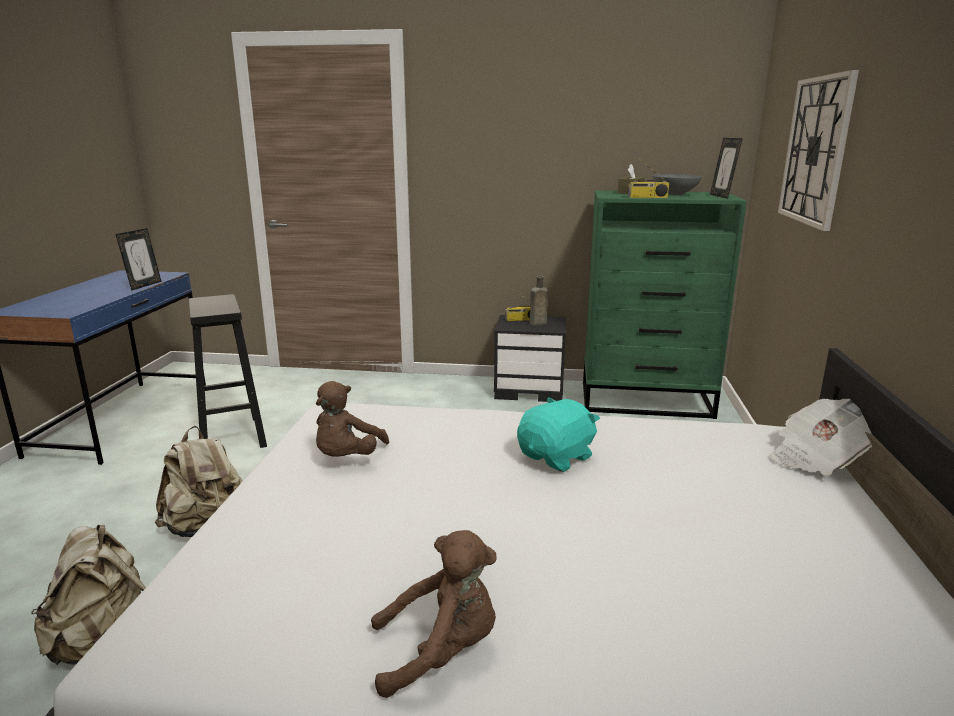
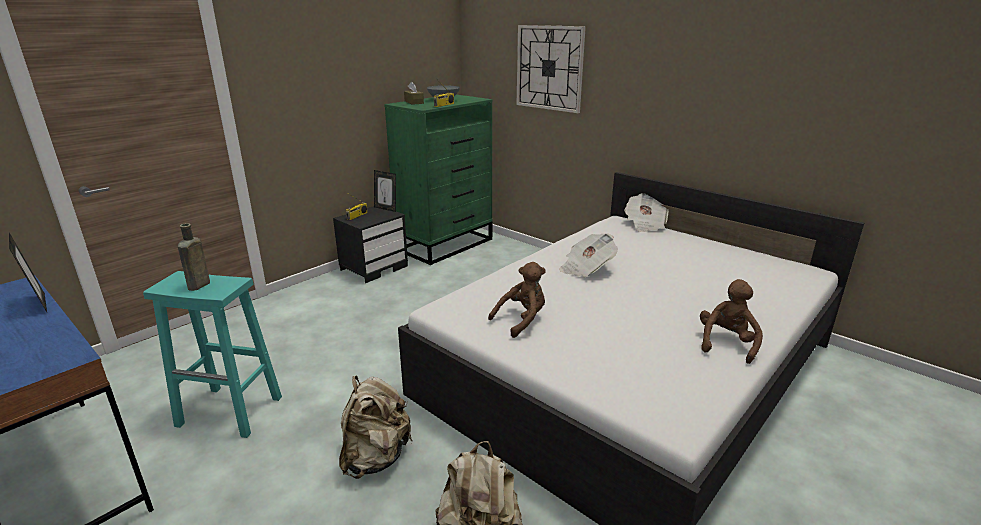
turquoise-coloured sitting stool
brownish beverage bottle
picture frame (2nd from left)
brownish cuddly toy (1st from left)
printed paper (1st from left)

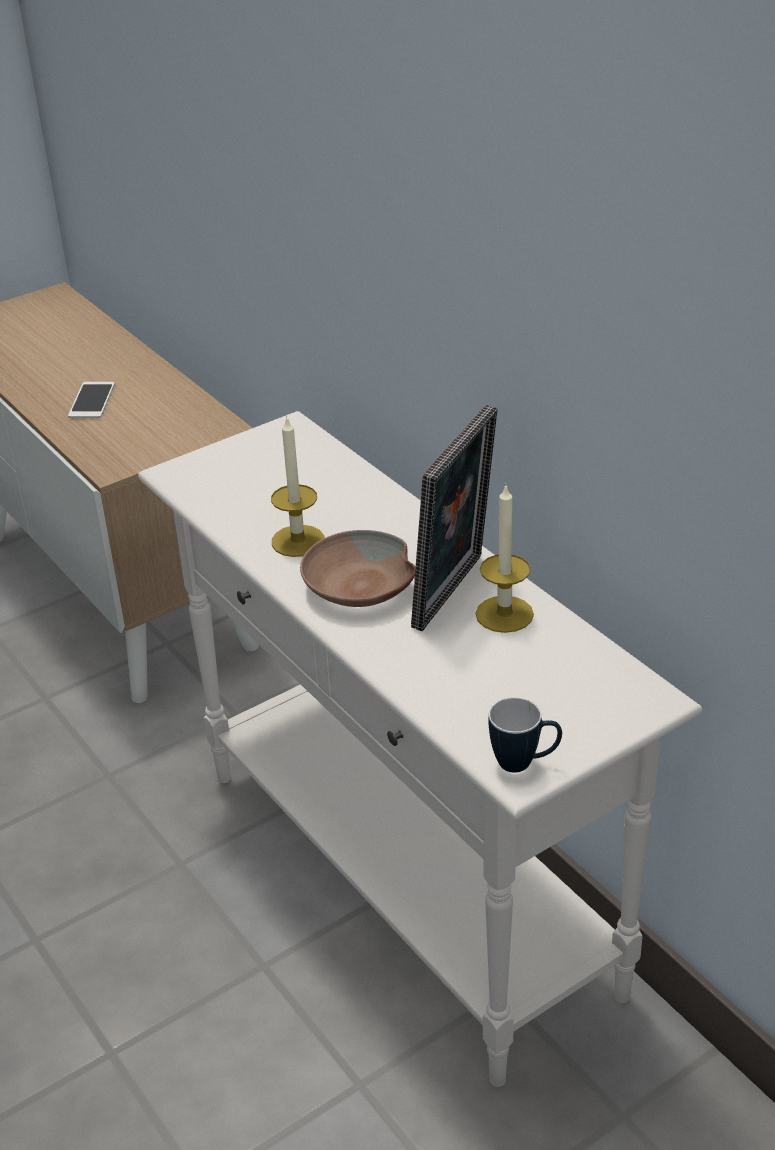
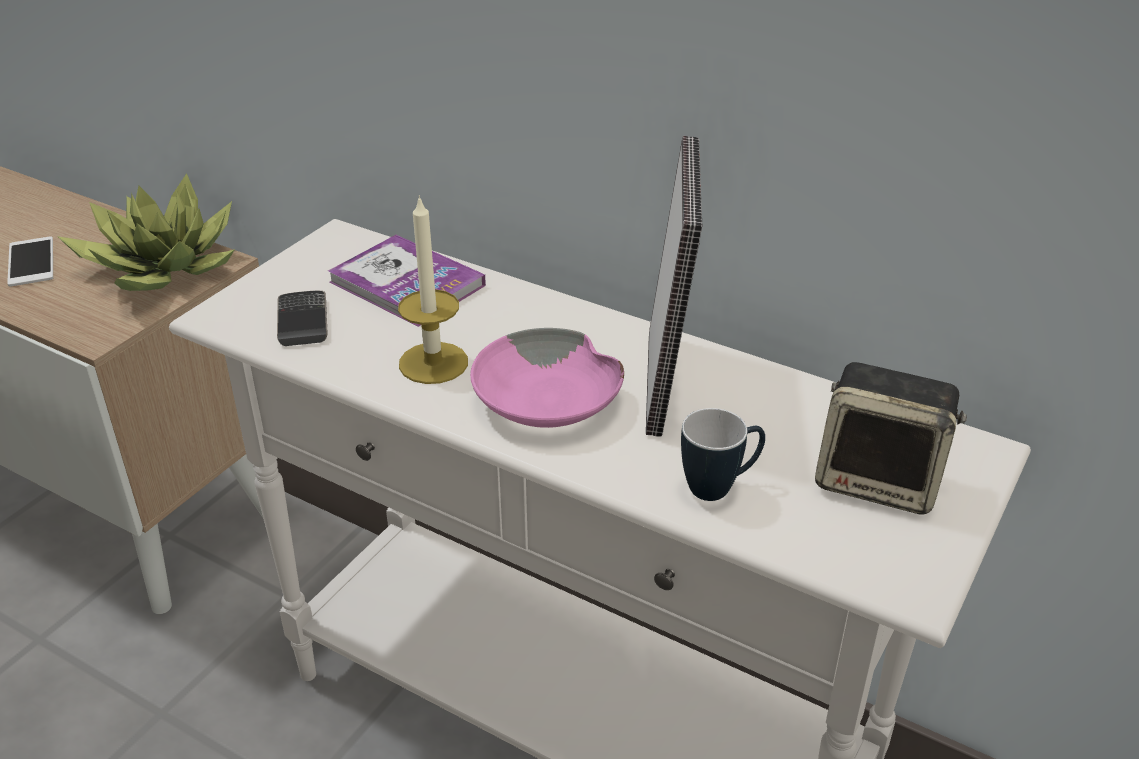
houseplant
telephone (2nd from left)
book
pink serving bowl
mug
loudspeaker
wax light (2nd from left in the first image)

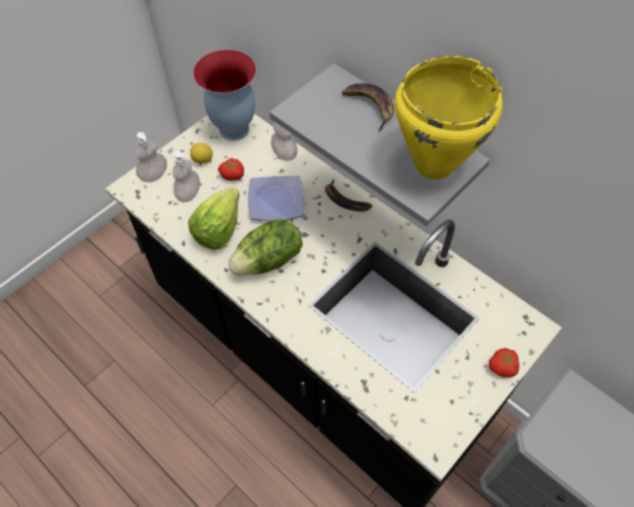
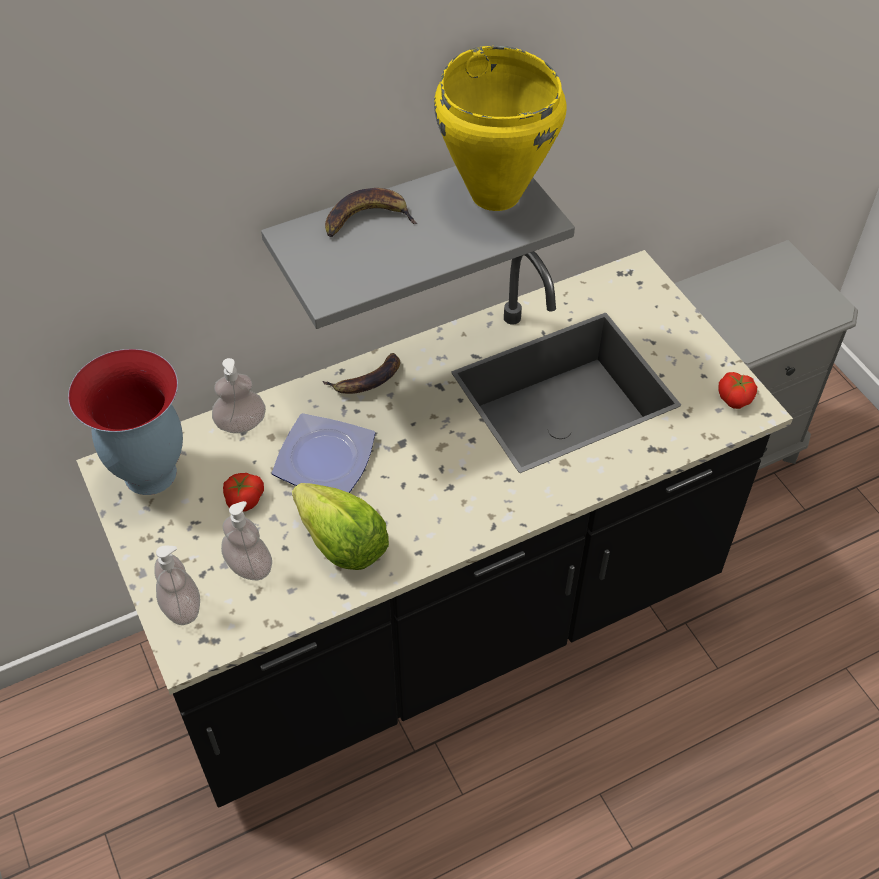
tomato (2nd from left)
lemon
lettuce (2nd from left in the first image)

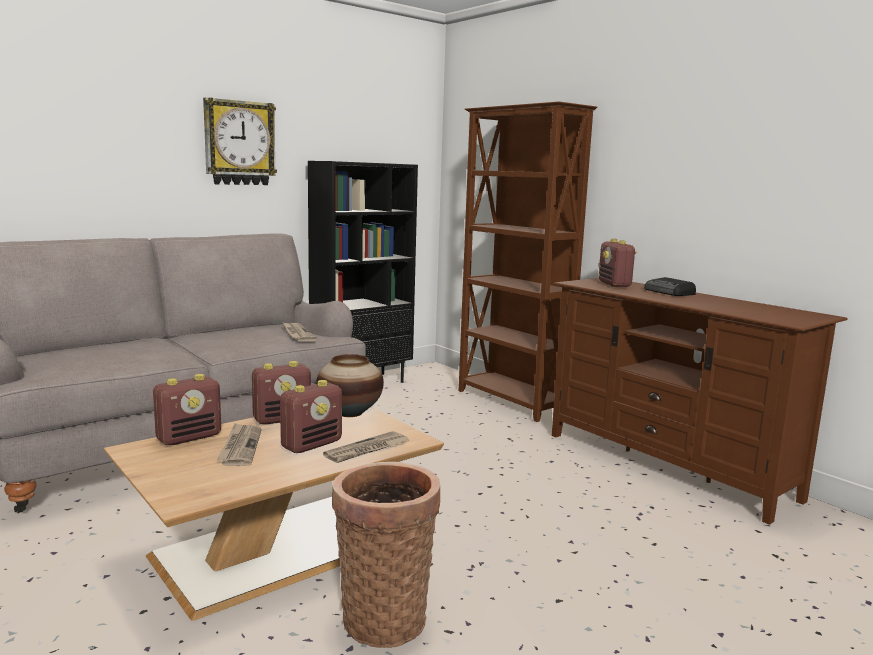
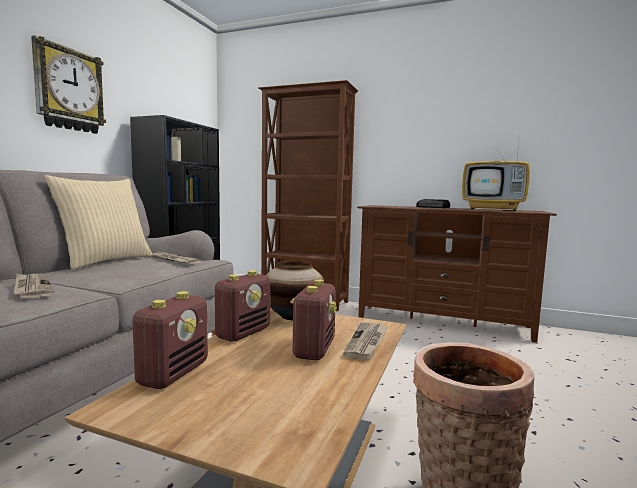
printed paper (1st from left)
sand-coloured throw pillow
TV
radio receiver (4th from left in the first image)

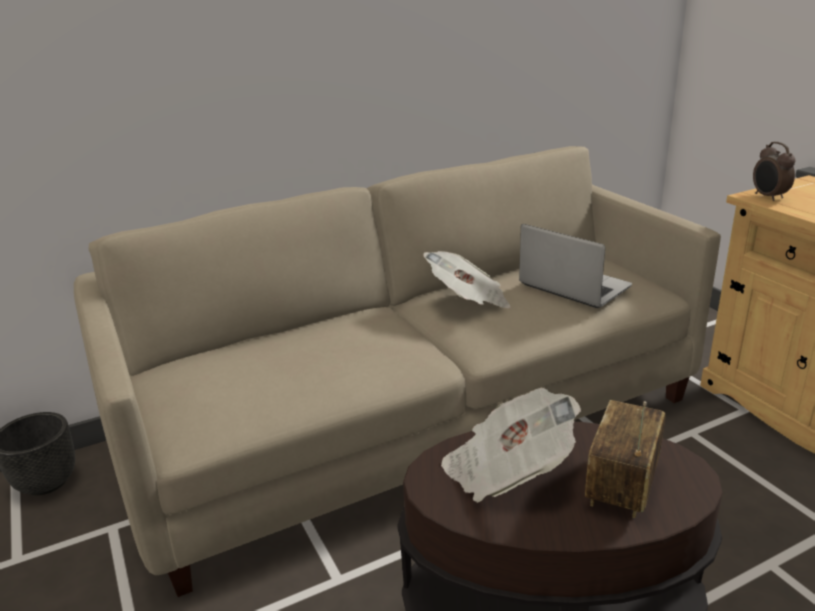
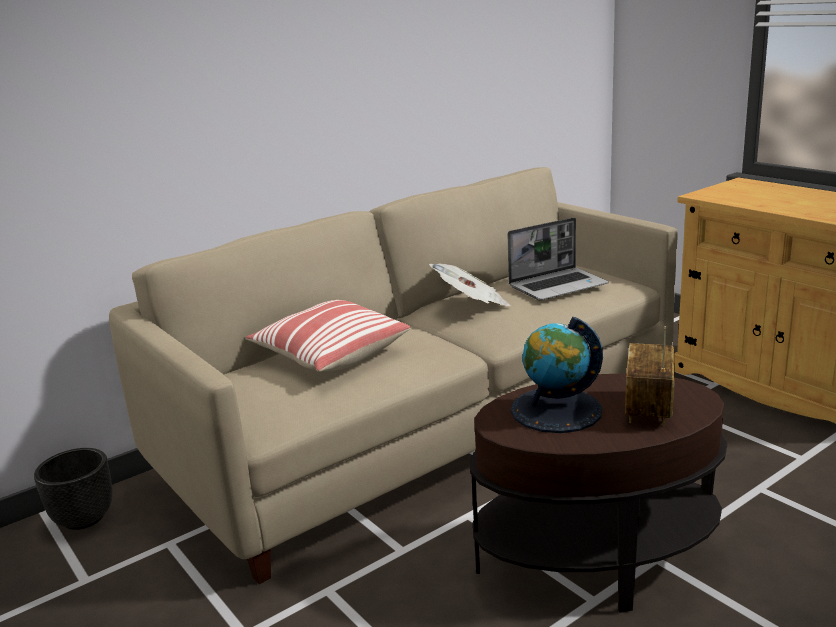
throw pillow
laptop
desk globe
bedside clock

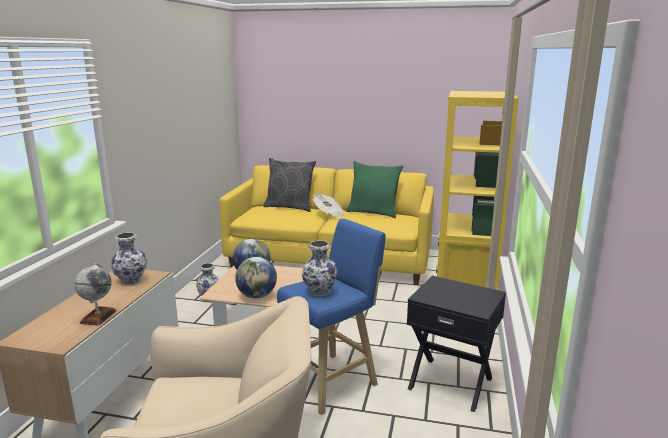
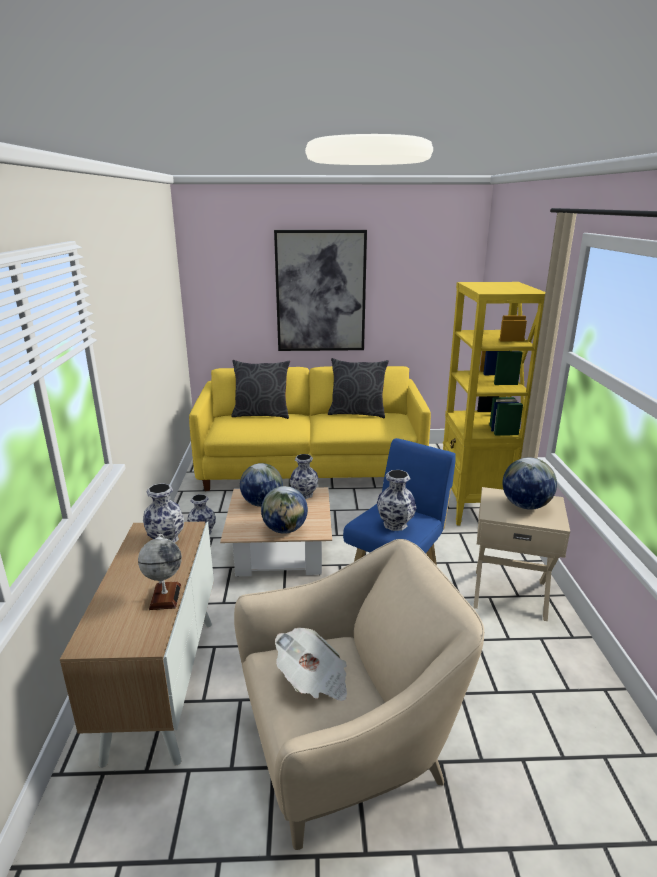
picture
printed paper
vase (3rd from left)
grey throw pillow (2nd from left)
sand-coloured end table
desk globe (4th from left)

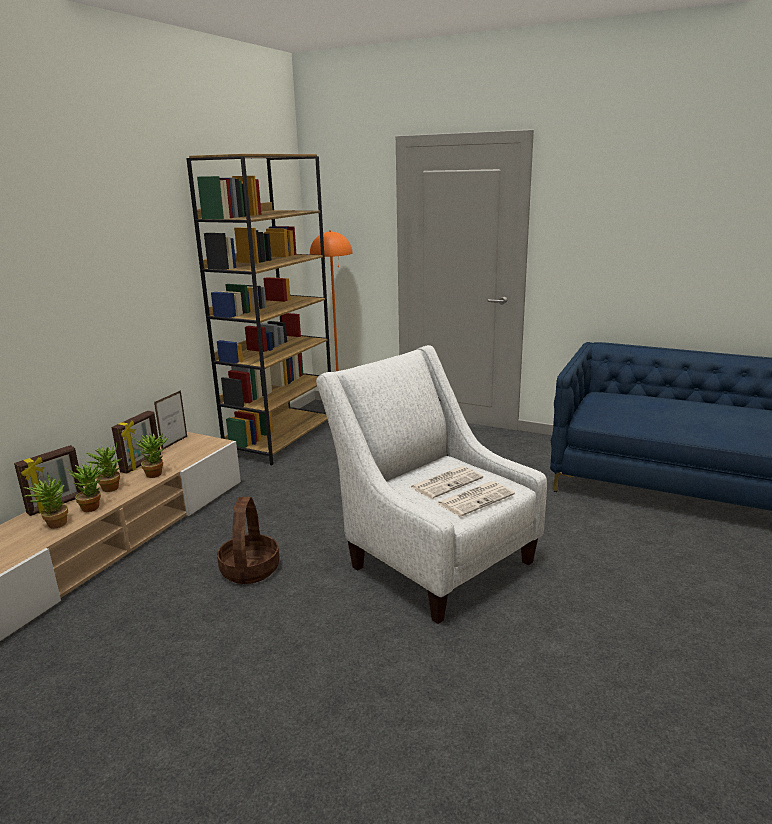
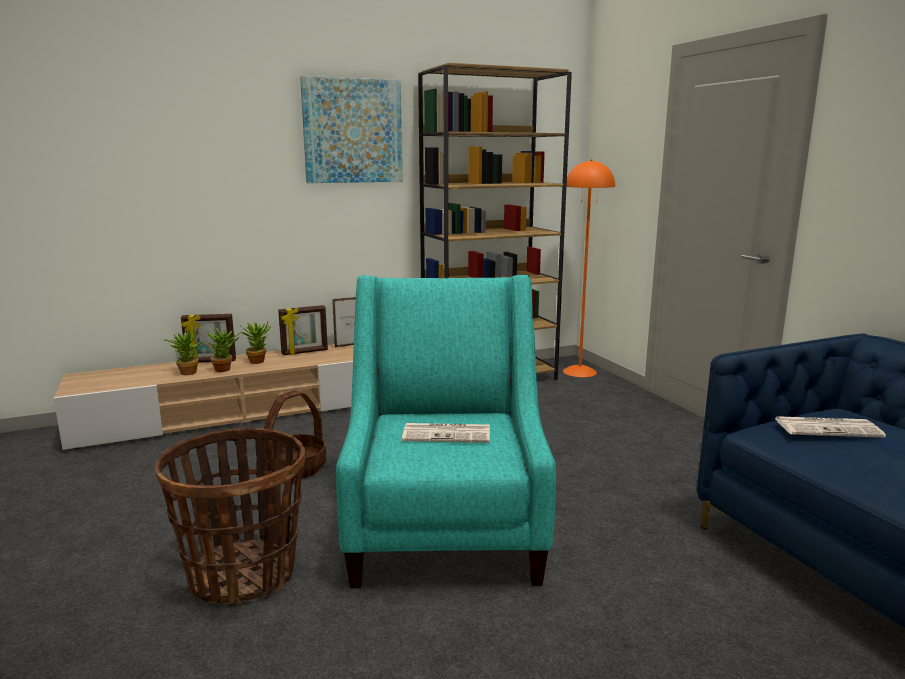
household basket (1st from left)
picture
turquoise-coloured armchair
printed paper (2nd from left)
houseplant (4th from left in the first image)

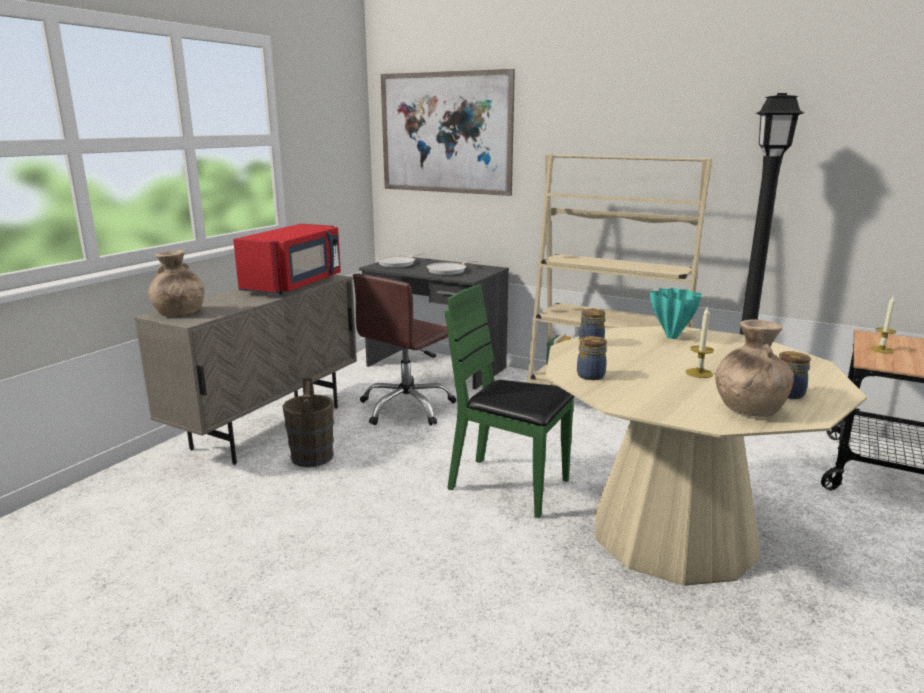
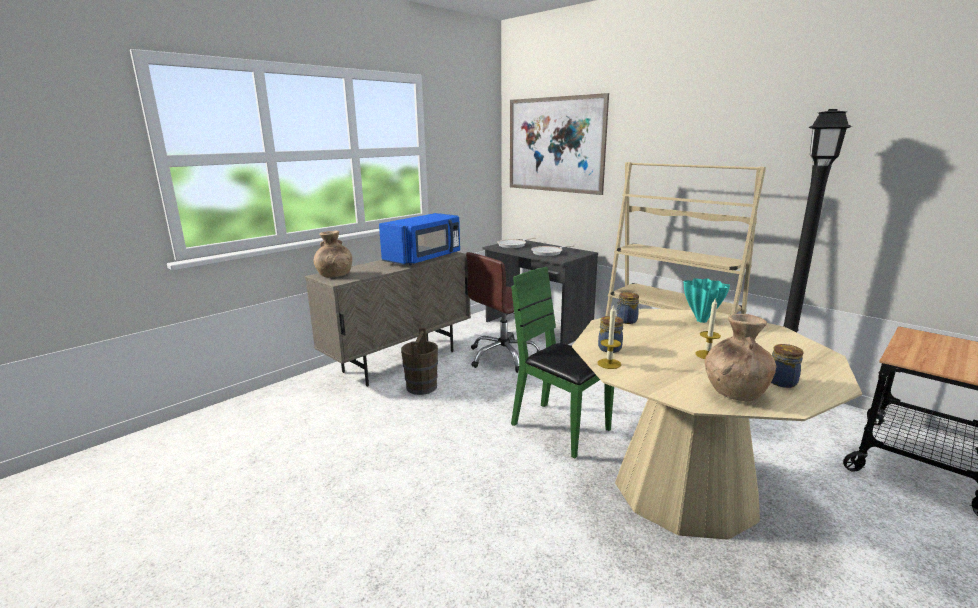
bluish microwave
wax light (1st from left)

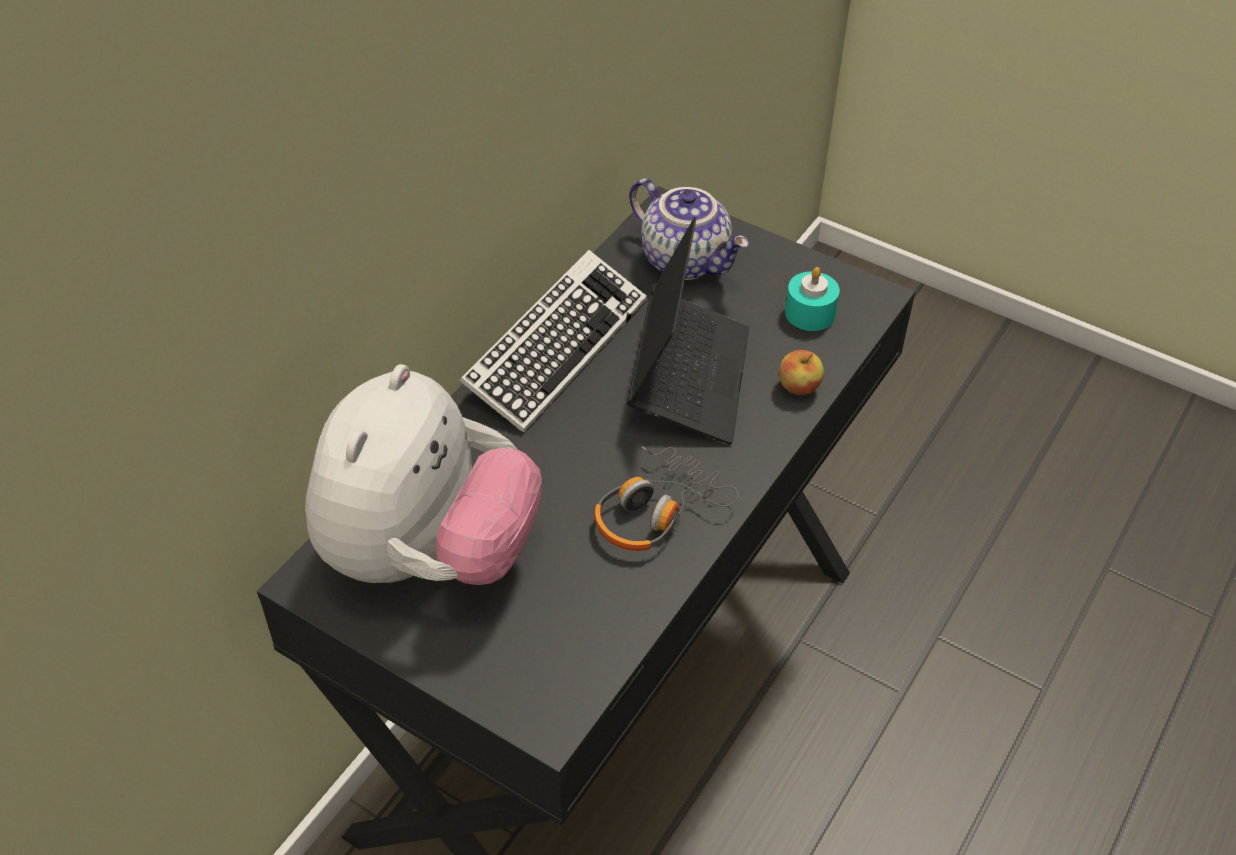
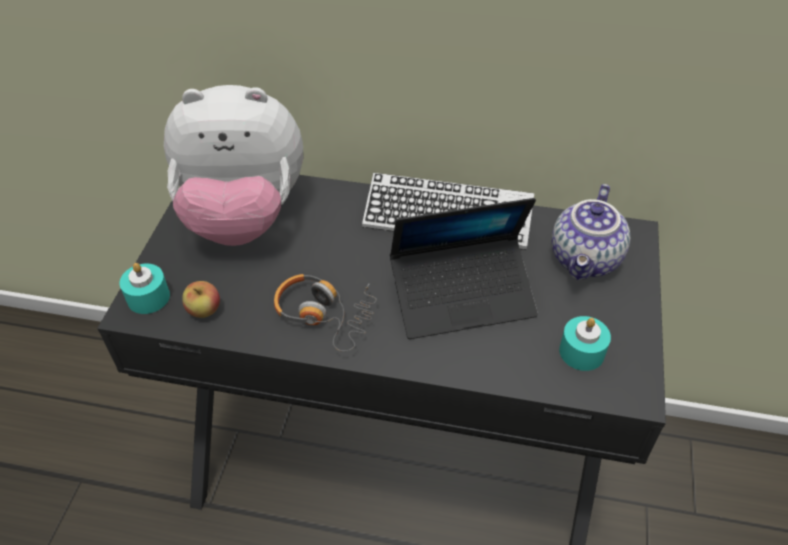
turquoise-coloured wax light (1st from left)
apple fruit

